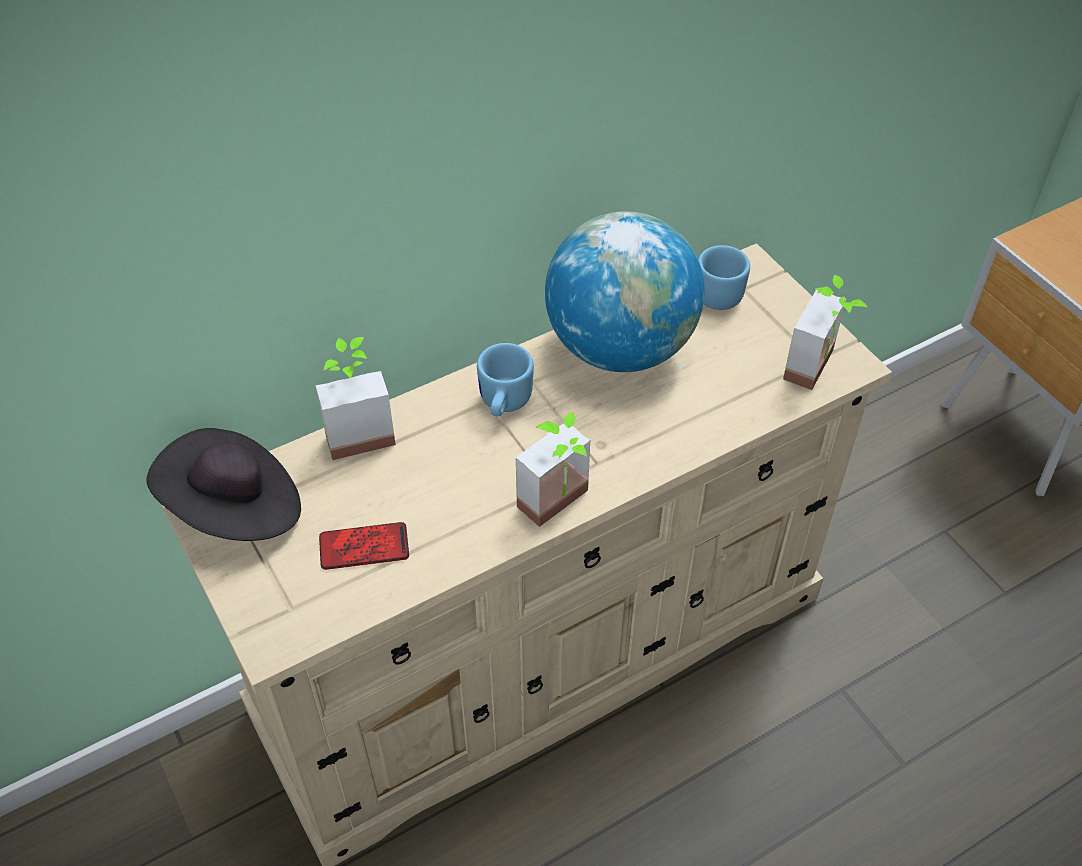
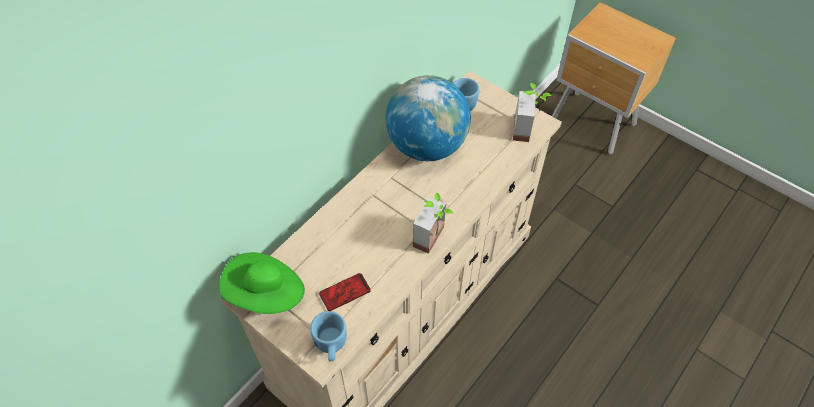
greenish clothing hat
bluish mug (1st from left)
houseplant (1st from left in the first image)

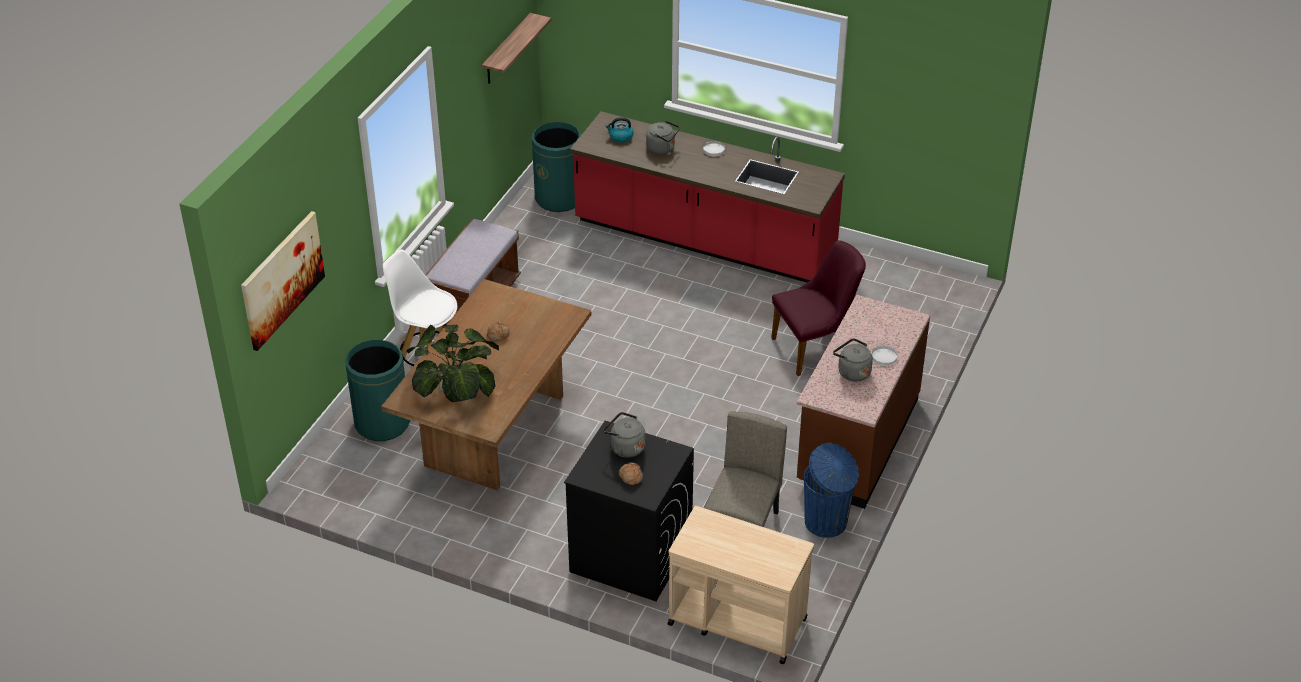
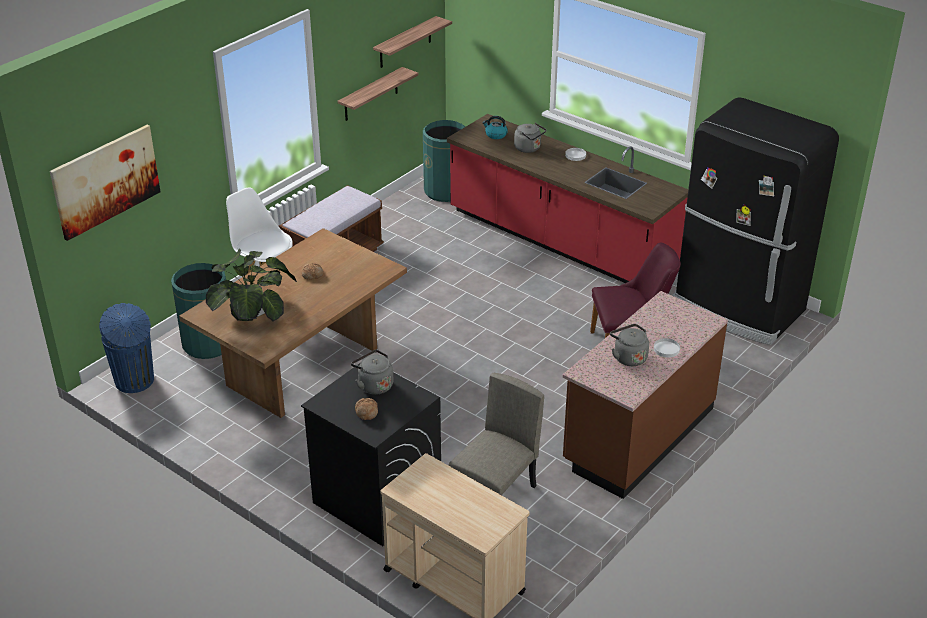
bluish waste bin
shelf (1st from left)
black kitchen fridge

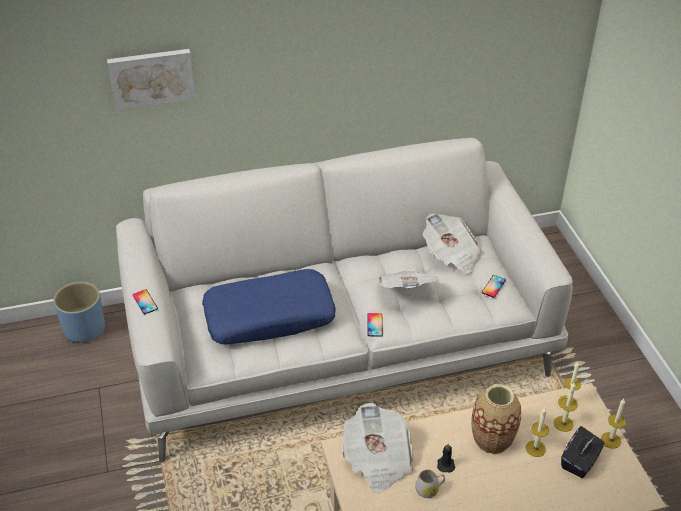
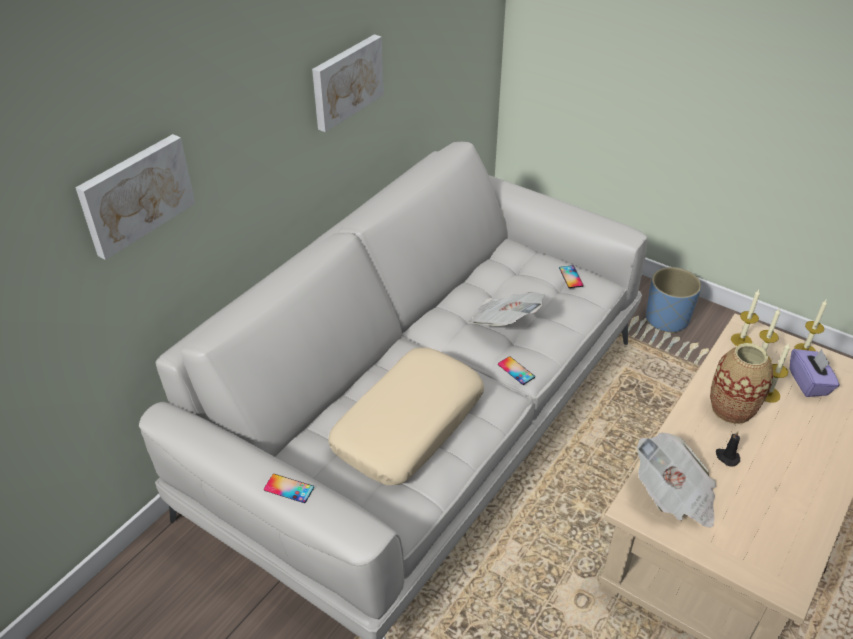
picture (2nd from left)
sand-coloured throw pillow
bluish planter
purplish tissue holder
whitish mug
printed paper (3rd from left in the first image)

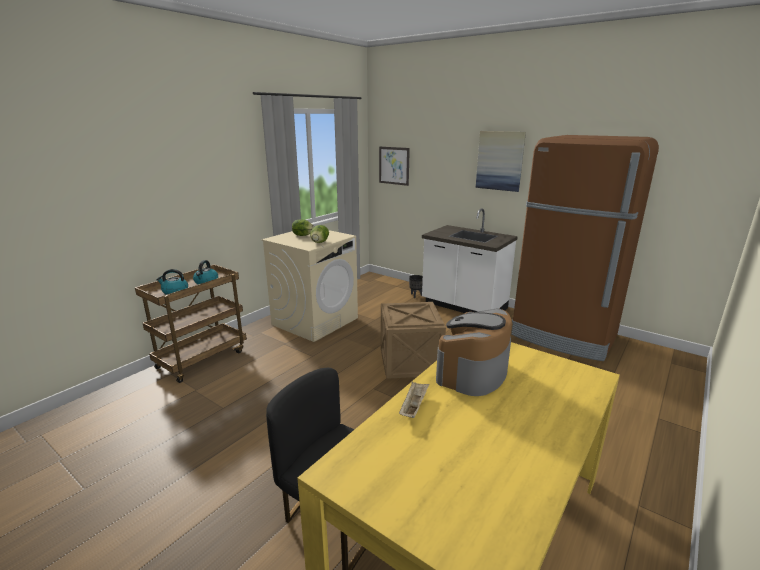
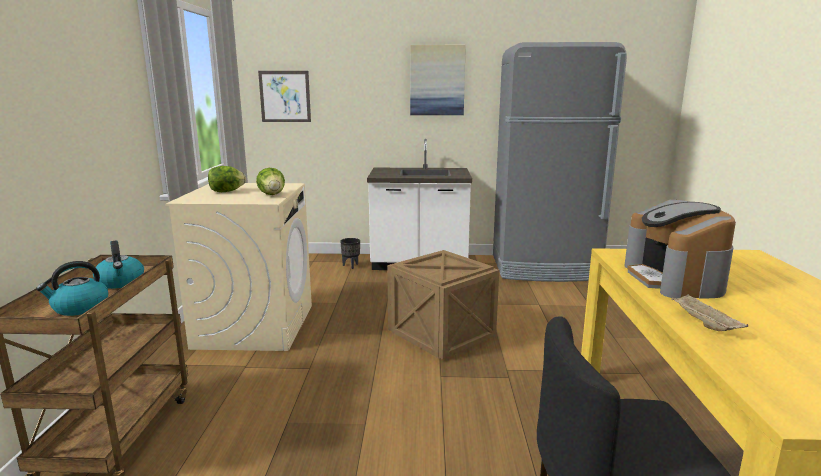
grey kitchen fridge

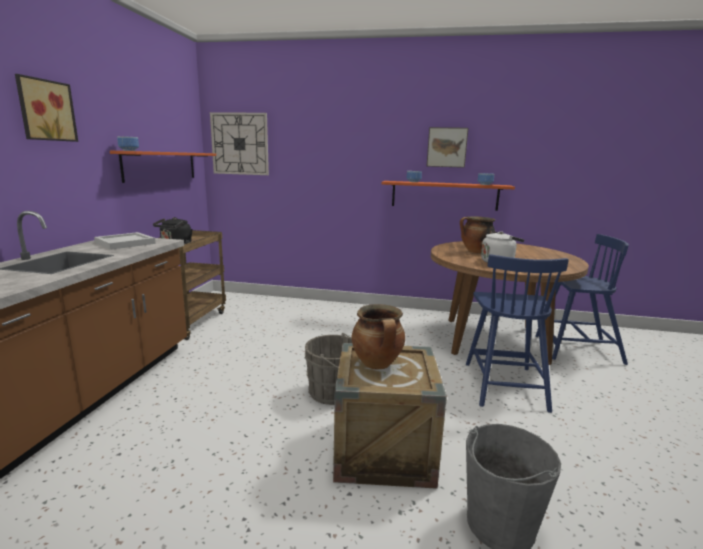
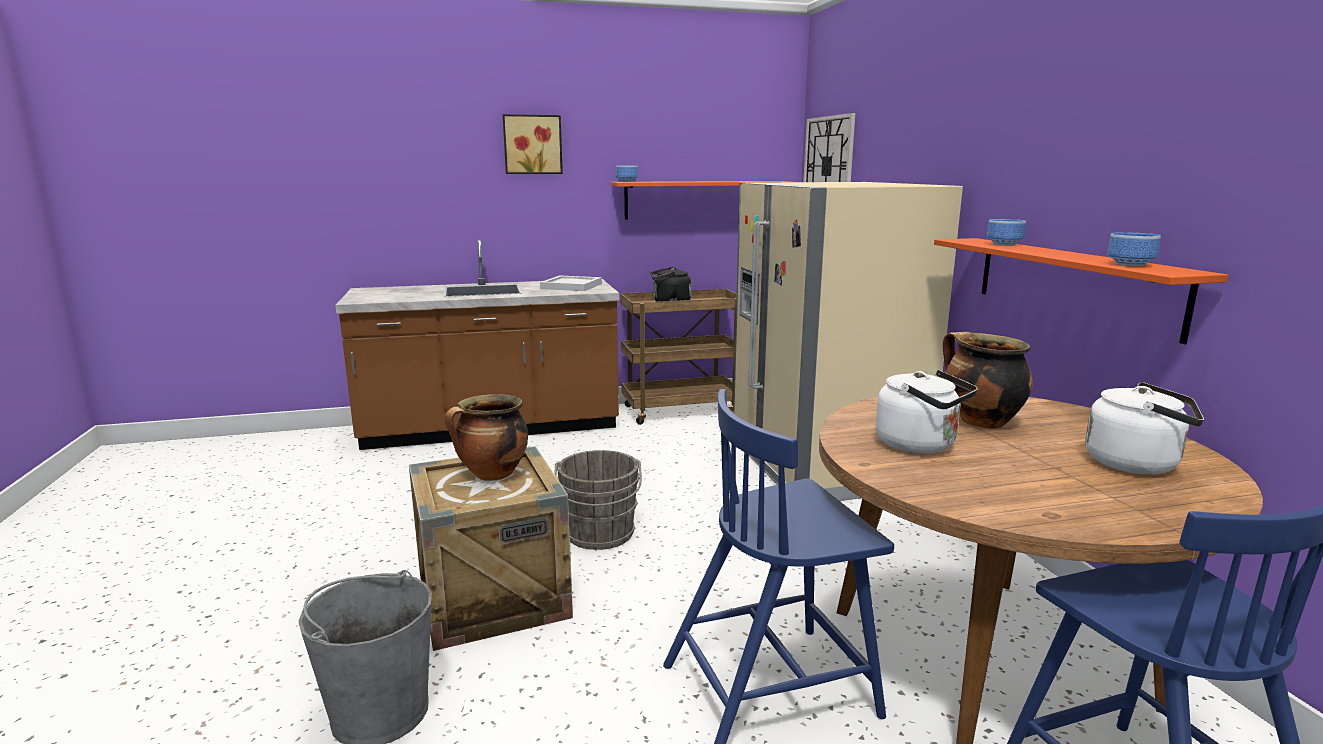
sand-coloured kitchen fridge
whitish water kettle (2nd from left)
picture (2nd from left in the first image)

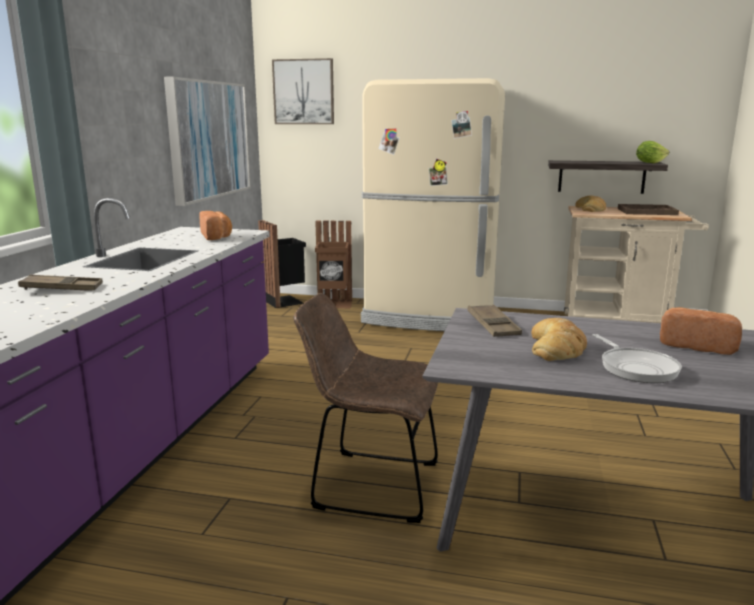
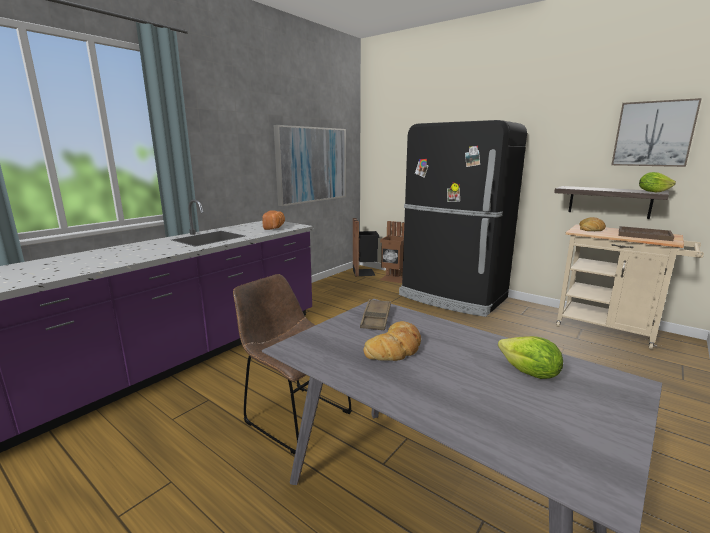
black kitchen fridge
lettuce (1st from left)
picture (2nd from left)
brownish carrying tray (1st from left in the first image)
frying pan

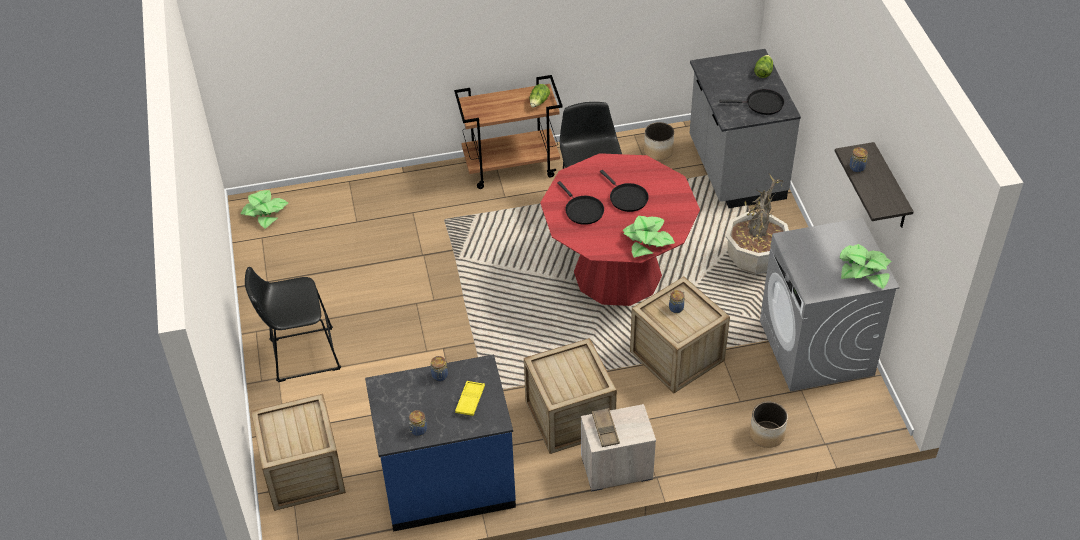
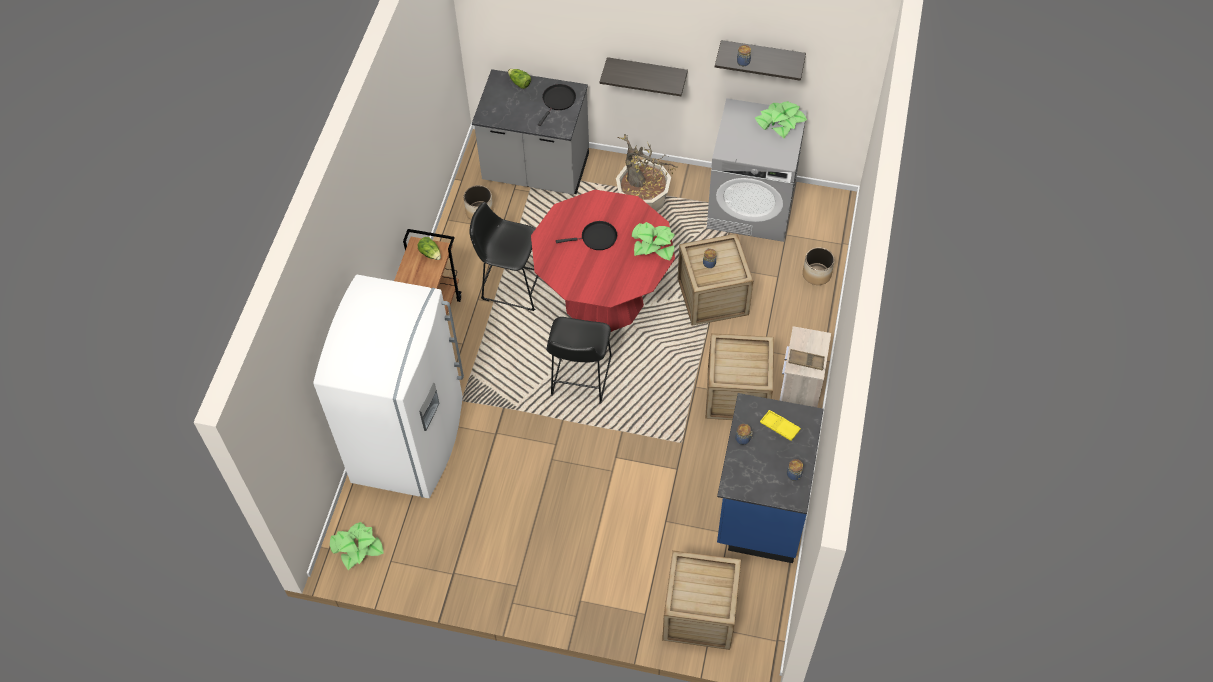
whitish kitchen fridge
black sitting stool (2nd from left)
shelf (1st from left)
black frying pan (1st from left in the first image)

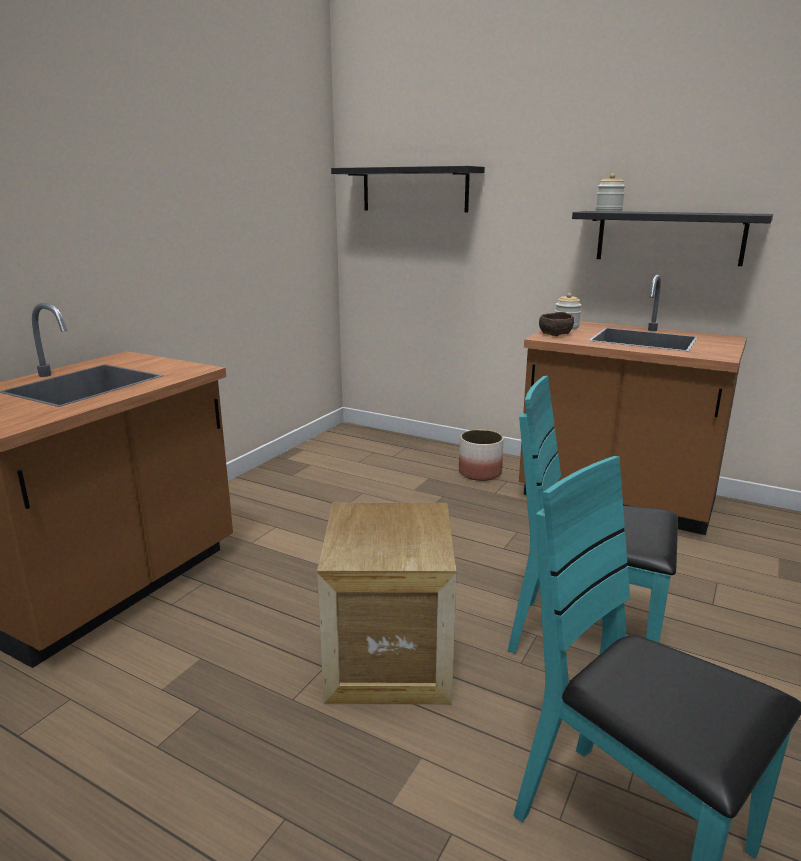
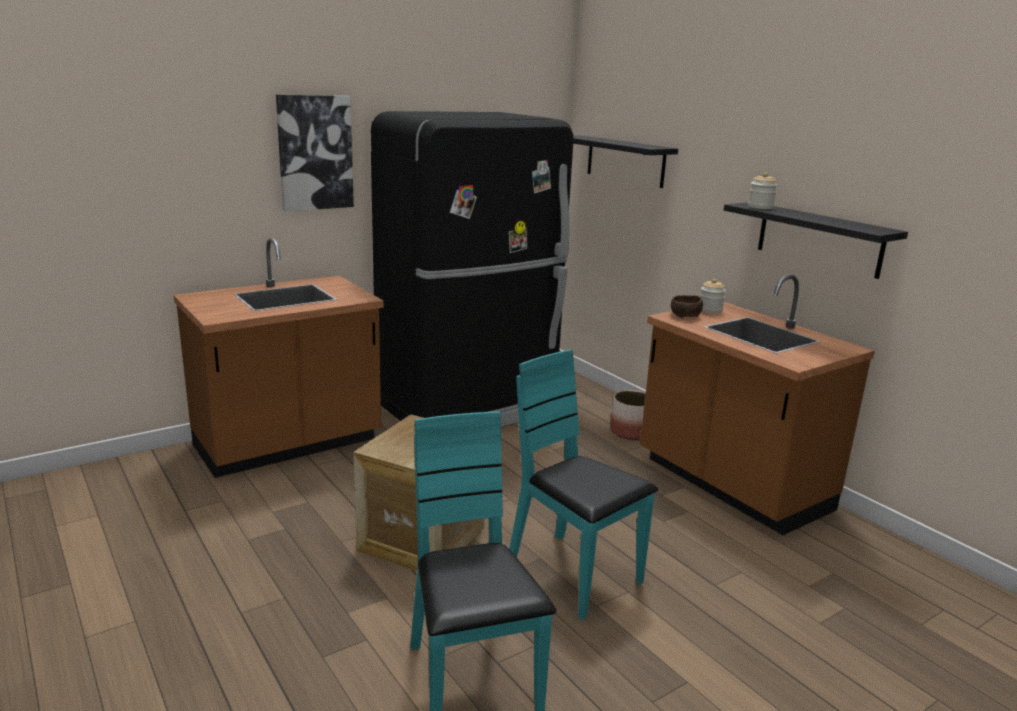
picture
black kitchen fridge

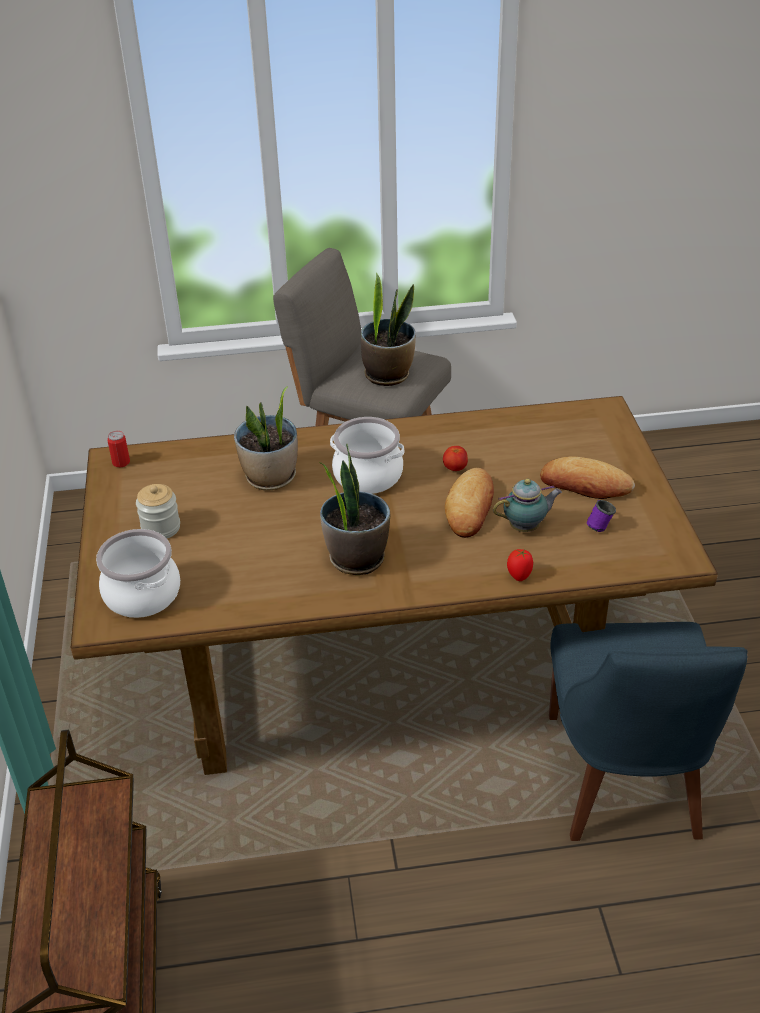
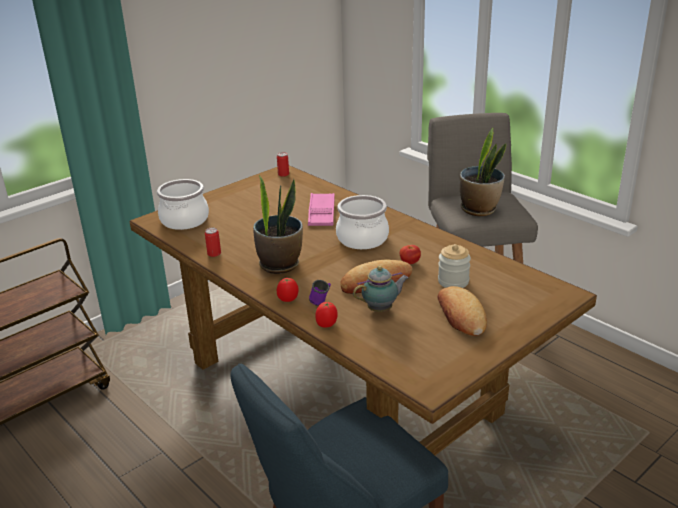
can (1st from left)
tomato (1st from left)
pink carrying tray
purplish mug
teapot
preserve jar

